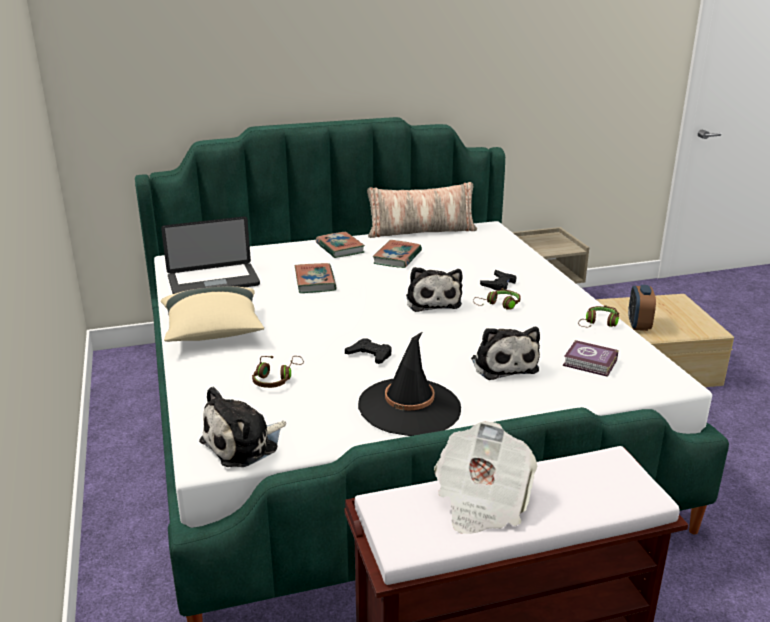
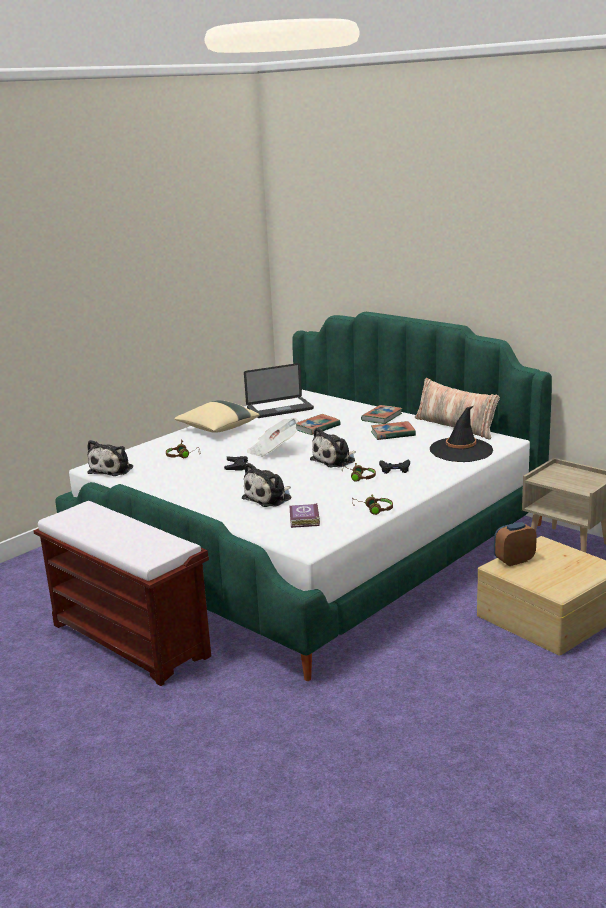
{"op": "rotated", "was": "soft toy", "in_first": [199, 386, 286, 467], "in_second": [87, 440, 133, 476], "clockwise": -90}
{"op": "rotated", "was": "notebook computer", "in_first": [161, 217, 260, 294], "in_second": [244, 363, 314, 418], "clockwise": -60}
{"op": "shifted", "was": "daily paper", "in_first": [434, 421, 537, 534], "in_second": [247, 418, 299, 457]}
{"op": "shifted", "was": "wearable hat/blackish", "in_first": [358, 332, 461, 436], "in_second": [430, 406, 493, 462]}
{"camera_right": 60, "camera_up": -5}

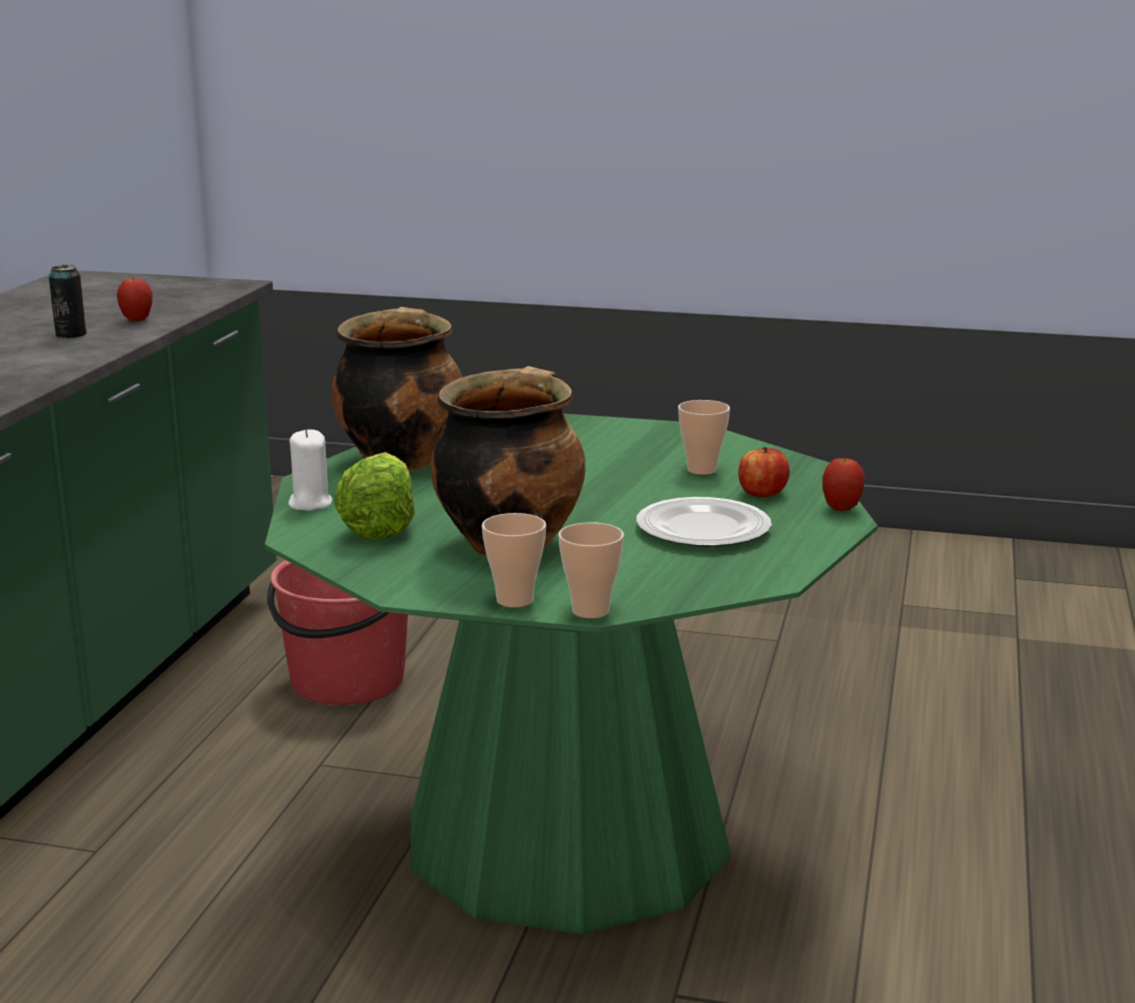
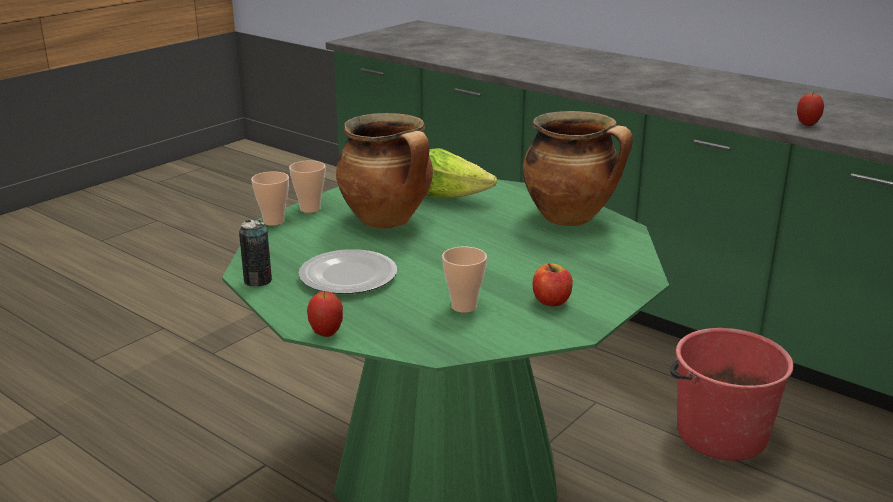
{"op": "shifted", "was": "metal can", "in_first": [49, 265, 87, 338], "in_second": [239, 220, 272, 286]}
{"op": "shifted", "was": "apple", "in_first": [738, 447, 790, 497], "in_second": [533, 263, 573, 306]}
{"op": "gone", "was": "candle/whitish", "in_first": [288, 429, 332, 511]}
{"camera_right": 115, "camera_up": 5}

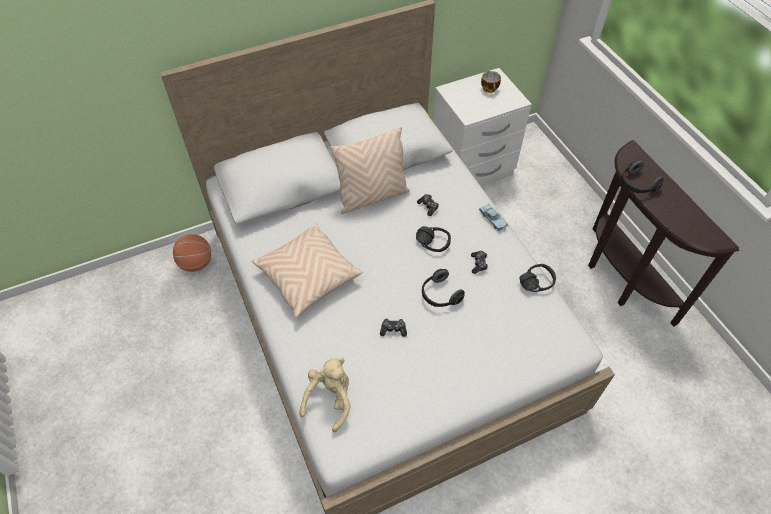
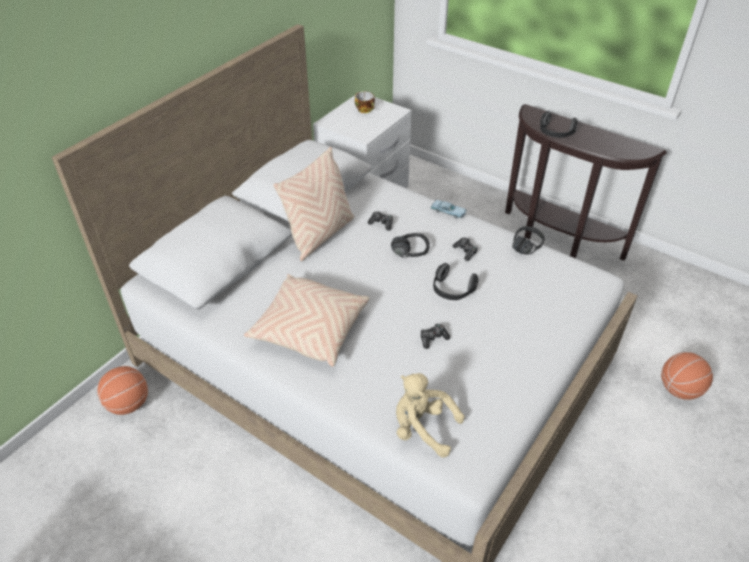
{"op": "rotated", "was": "soft toy/beige", "in_first": [299, 358, 351, 432], "in_second": [396, 373, 465, 458], "clockwise": -60}
{"op": "new", "now": "basketball ball", "in_second": [661, 352, 713, 400]}
{"camera_right": -30, "camera_up": -10}

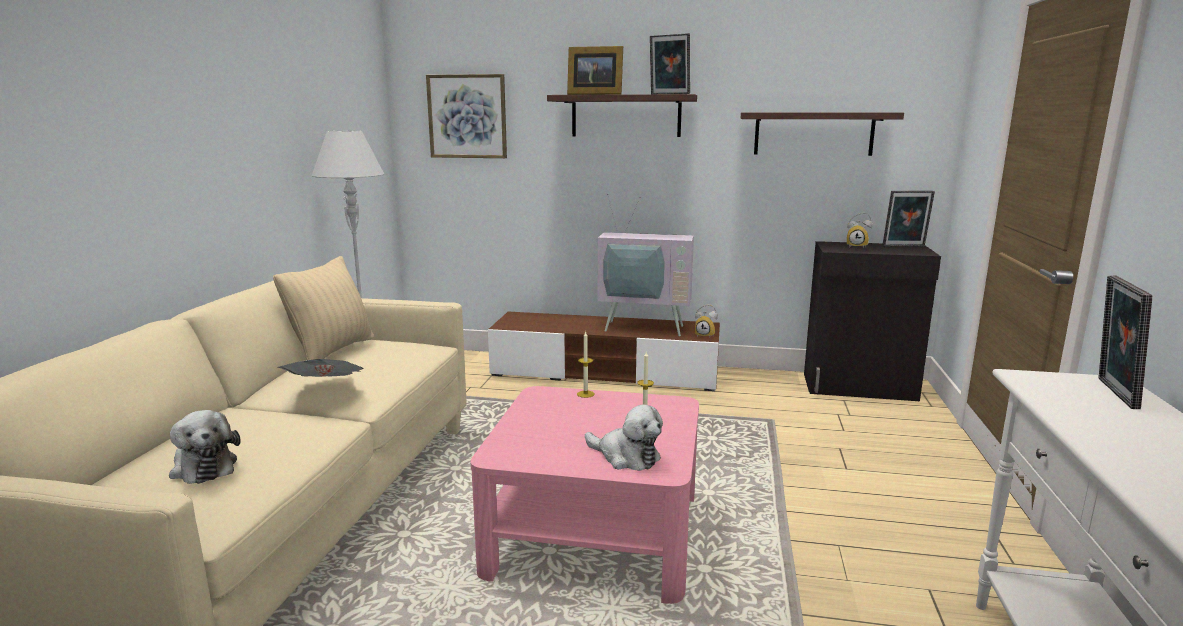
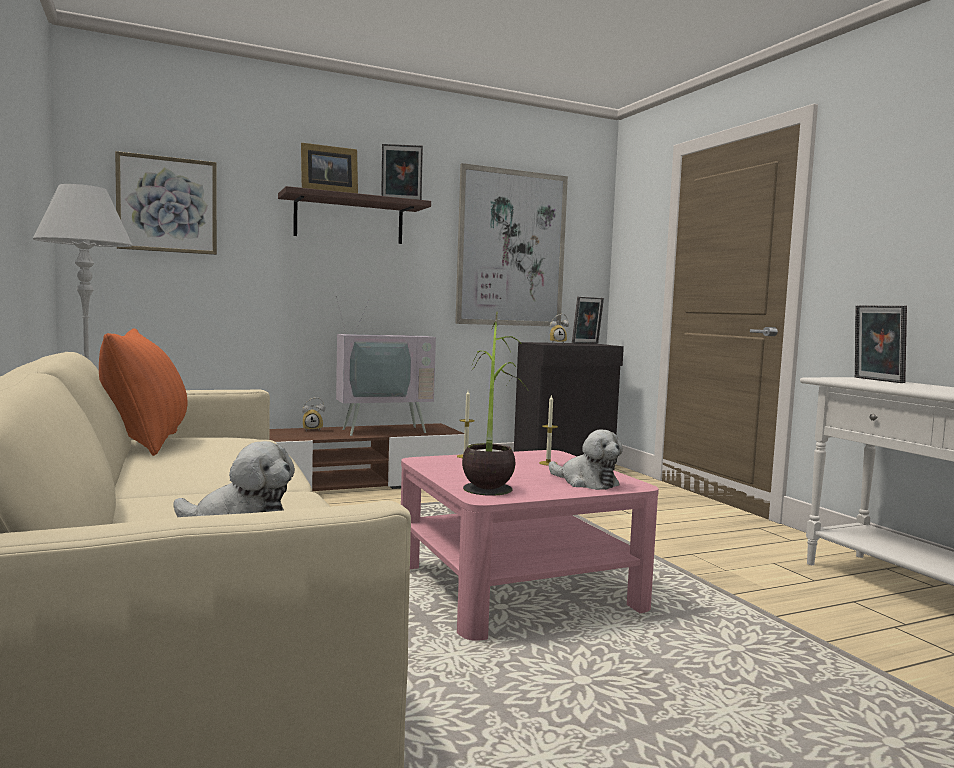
{"op": "repainted", "was": "throw pillow/beige", "now": "throw pillow/orange-coloured", "in_first": [273, 256, 374, 360], "in_second": [99, 329, 188, 456]}
{"op": "shifted", "was": "table clock", "in_first": [695, 304, 718, 337], "in_second": [302, 397, 325, 431]}
{"op": "swapped", "was": "wall shelf", "now": "wall picture", "in_first": [741, 112, 904, 156], "in_second": [455, 163, 568, 326]}
{"op": "new", "now": "potted plant", "in_second": [462, 312, 528, 496]}
{"op": "rotated", "was": "soft toy", "in_first": [585, 404, 663, 471], "in_second": [549, 430, 623, 490], "clockwise": 45}
{"op": "gone", "was": "daily paper", "in_first": [277, 359, 363, 377]}
{"camera_right": -35, "camera_up": -10}

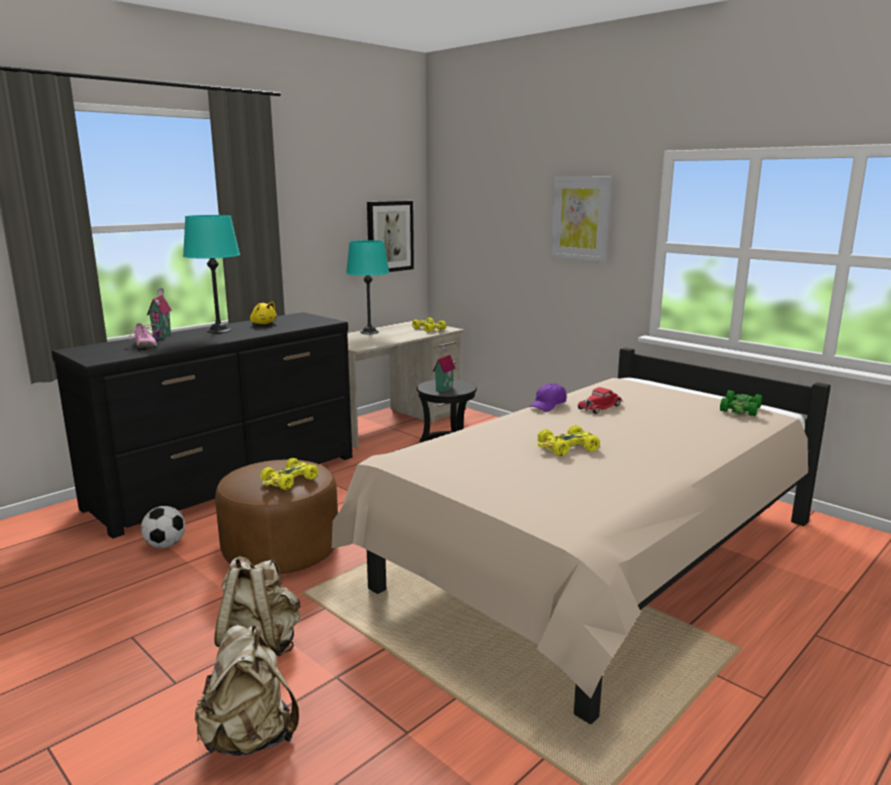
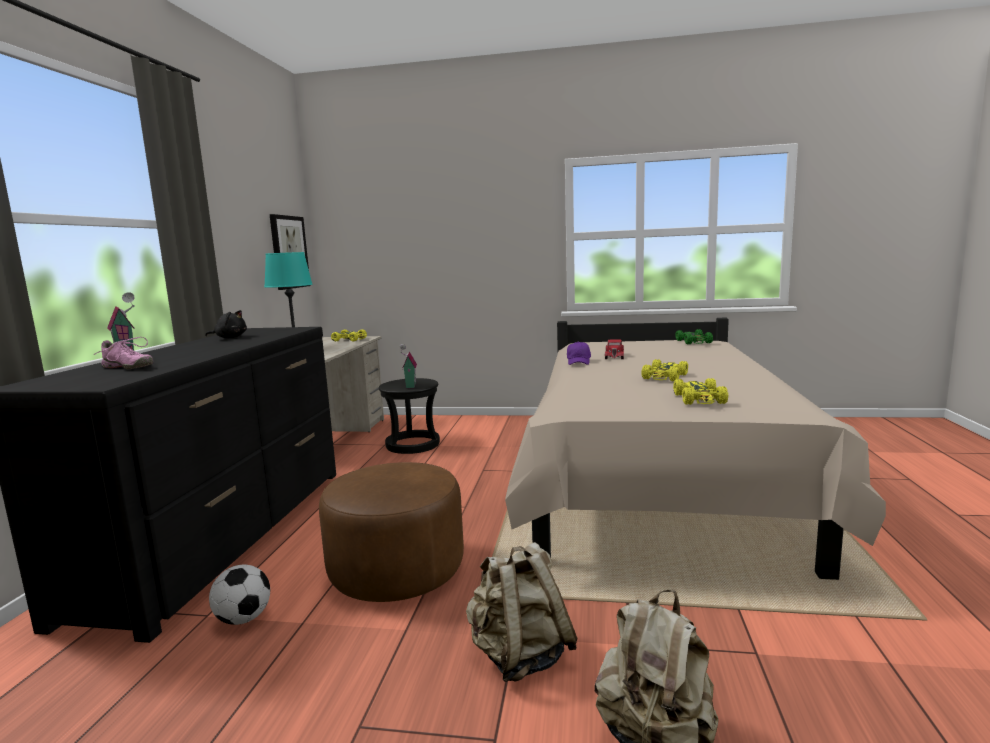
{"op": "repainted", "was": "soft toy/yellow-coloured", "now": "soft toy/blackish", "in_first": [250, 302, 277, 324], "in_second": [205, 310, 247, 338]}
{"op": "shifted", "was": "toy car/yellow-coloured", "in_first": [260, 458, 318, 490], "in_second": [673, 378, 728, 405]}
{"op": "gone", "was": "table lamp/blue-green", "in_first": [183, 215, 240, 333]}
{"op": "gone", "was": "wall picture", "in_first": [550, 176, 612, 262]}
{"camera_right": -35, "camera_up": -5}

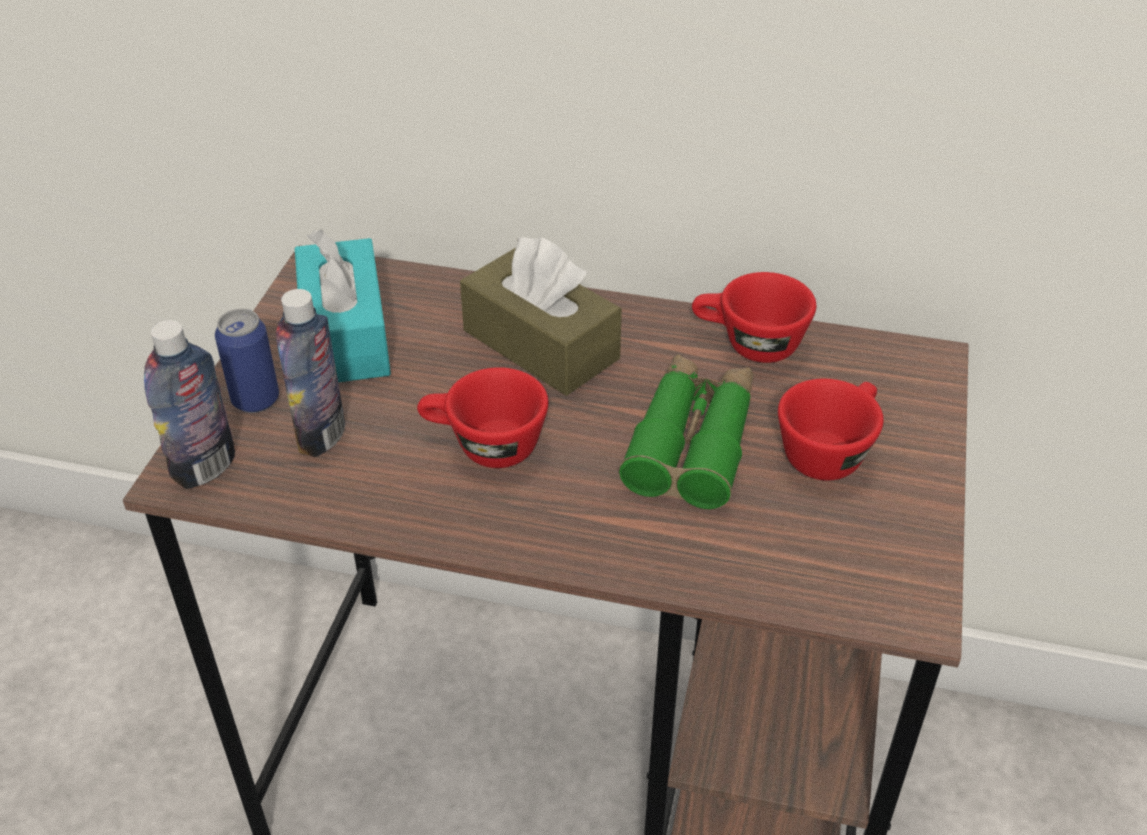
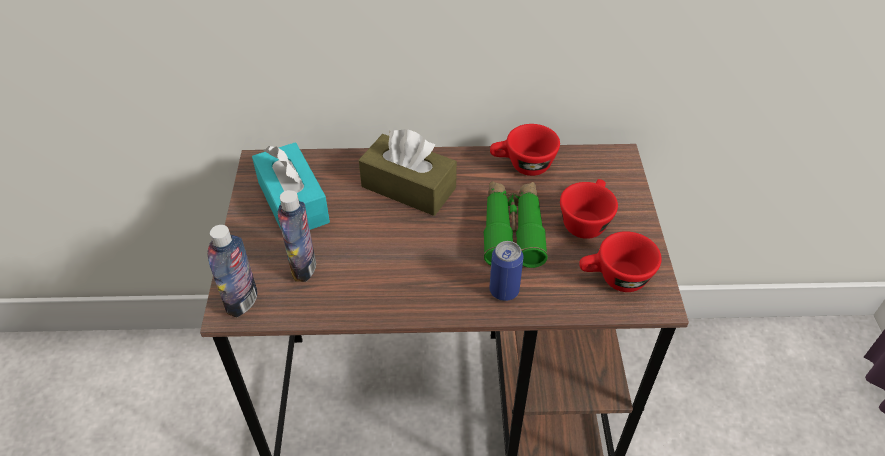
{"op": "shifted", "was": "metal can", "in_first": [215, 309, 279, 413], "in_second": [489, 241, 524, 301]}
{"op": "shifted", "was": "small cup/red-coloured", "in_first": [417, 367, 549, 468], "in_second": [579, 231, 661, 292]}
{"camera_right": -15, "camera_up": 5}

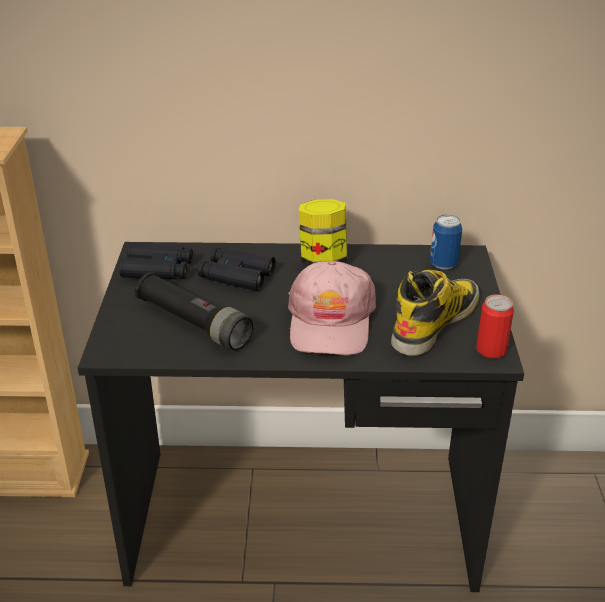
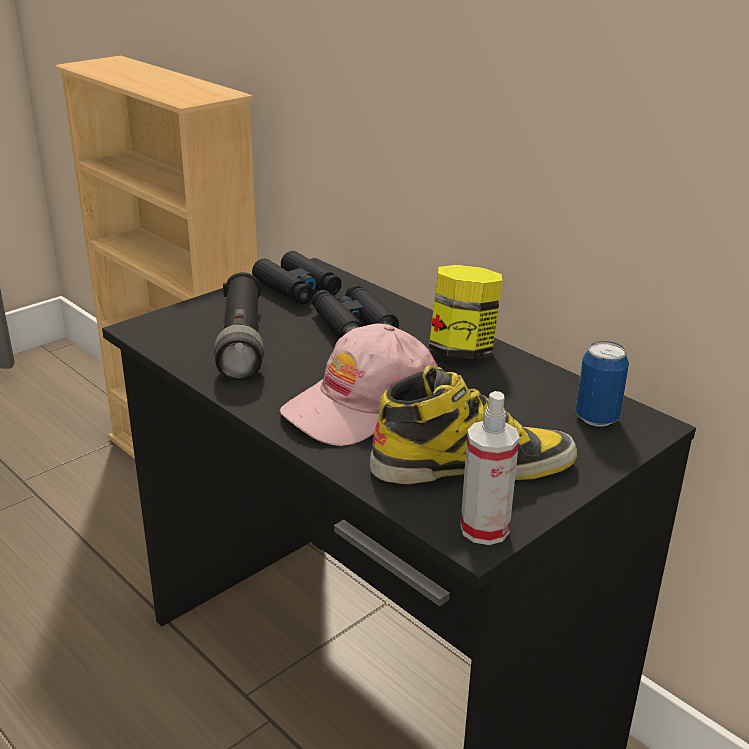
{"op": "swapped", "was": "metal can", "now": "sprayer", "in_first": [476, 294, 514, 358], "in_second": [460, 391, 519, 545]}
{"camera_right": 45, "camera_up": -5}

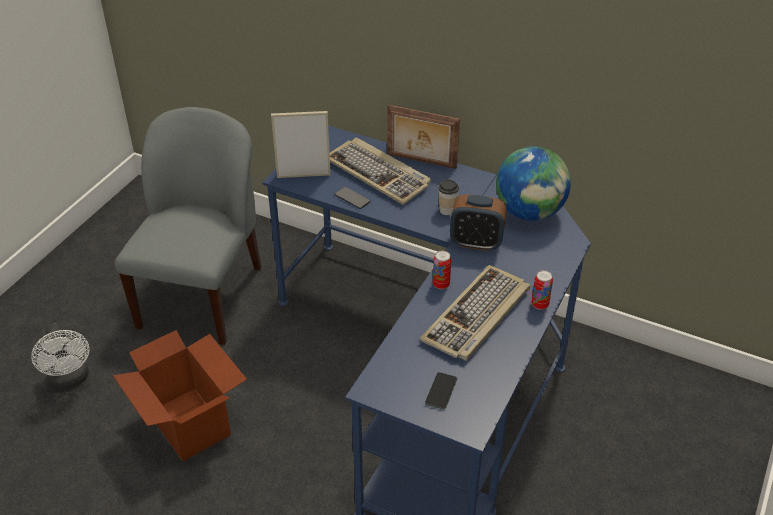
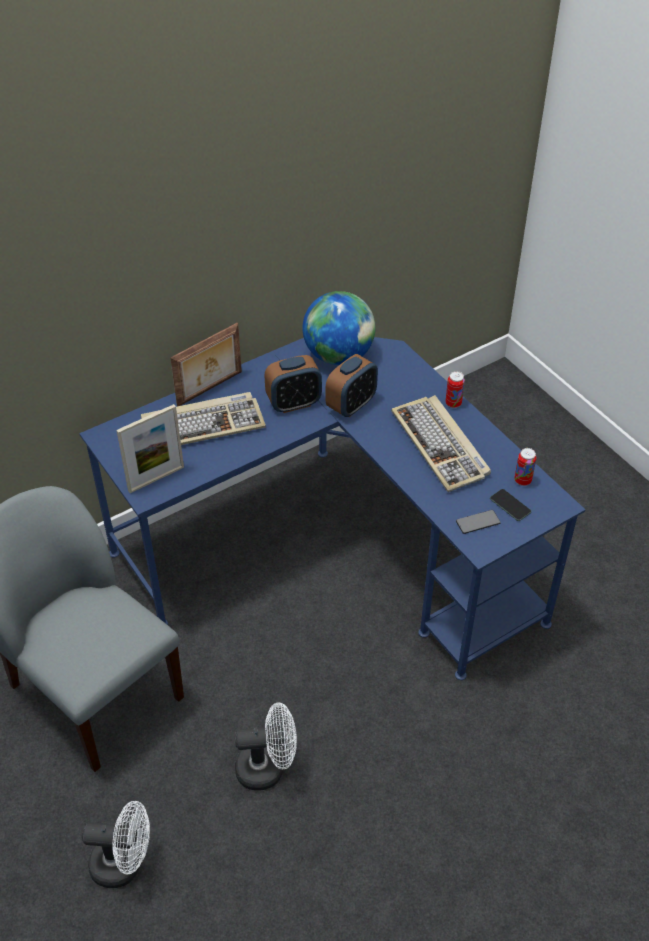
{"op": "rotated", "was": "picture frame", "in_first": [271, 111, 331, 178], "in_second": [116, 404, 184, 493], "clockwise": -150}
{"op": "swapped", "was": "carton", "now": "electric fan/whitish", "in_first": [113, 330, 247, 461], "in_second": [235, 702, 297, 790]}
{"op": "swapped", "was": "small cup", "now": "table clock", "in_first": [438, 180, 459, 215], "in_second": [265, 355, 322, 413]}
{"op": "shifted", "was": "telephone", "in_first": [334, 187, 371, 209], "in_second": [456, 510, 501, 534]}
{"op": "shifted", "was": "metal can", "in_first": [433, 251, 451, 289], "in_second": [514, 448, 536, 486]}
{"camera_right": -60, "camera_up": 5}

